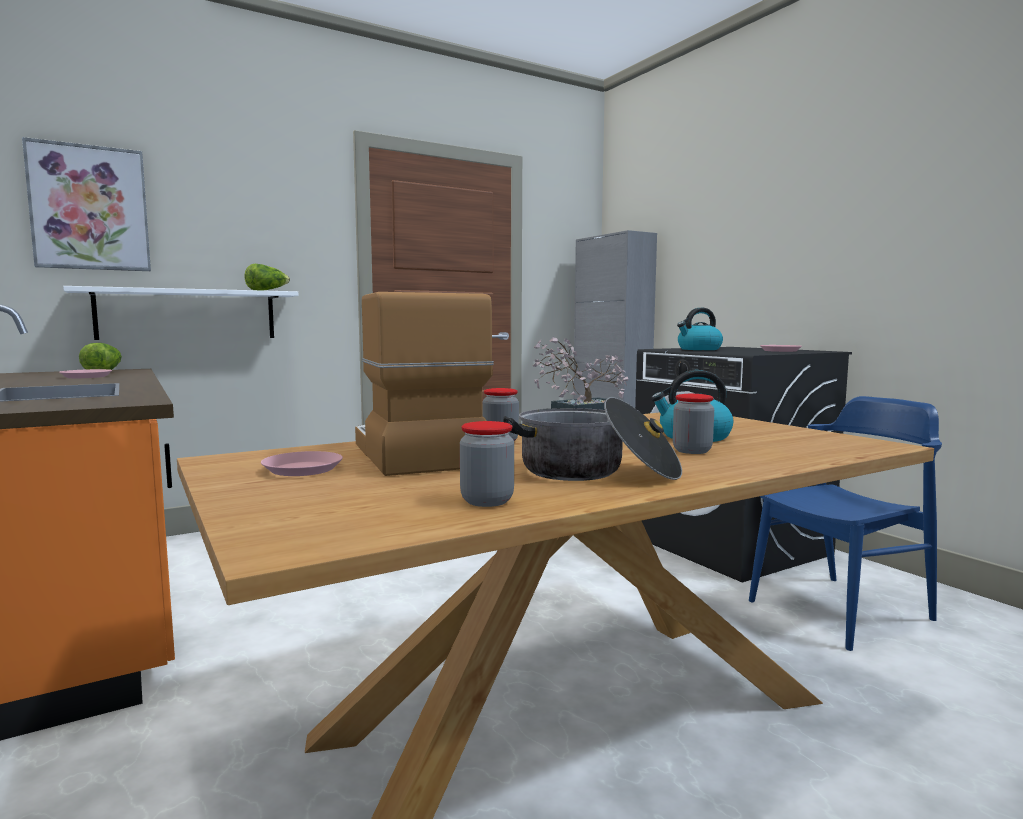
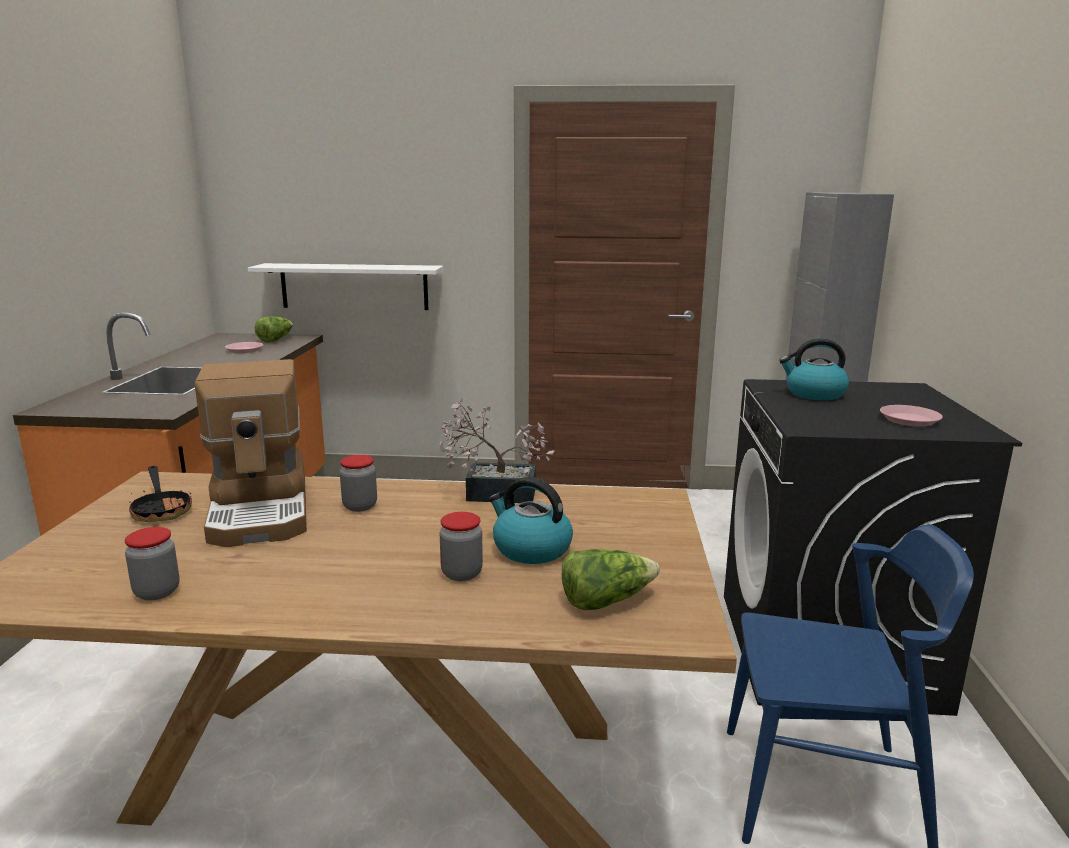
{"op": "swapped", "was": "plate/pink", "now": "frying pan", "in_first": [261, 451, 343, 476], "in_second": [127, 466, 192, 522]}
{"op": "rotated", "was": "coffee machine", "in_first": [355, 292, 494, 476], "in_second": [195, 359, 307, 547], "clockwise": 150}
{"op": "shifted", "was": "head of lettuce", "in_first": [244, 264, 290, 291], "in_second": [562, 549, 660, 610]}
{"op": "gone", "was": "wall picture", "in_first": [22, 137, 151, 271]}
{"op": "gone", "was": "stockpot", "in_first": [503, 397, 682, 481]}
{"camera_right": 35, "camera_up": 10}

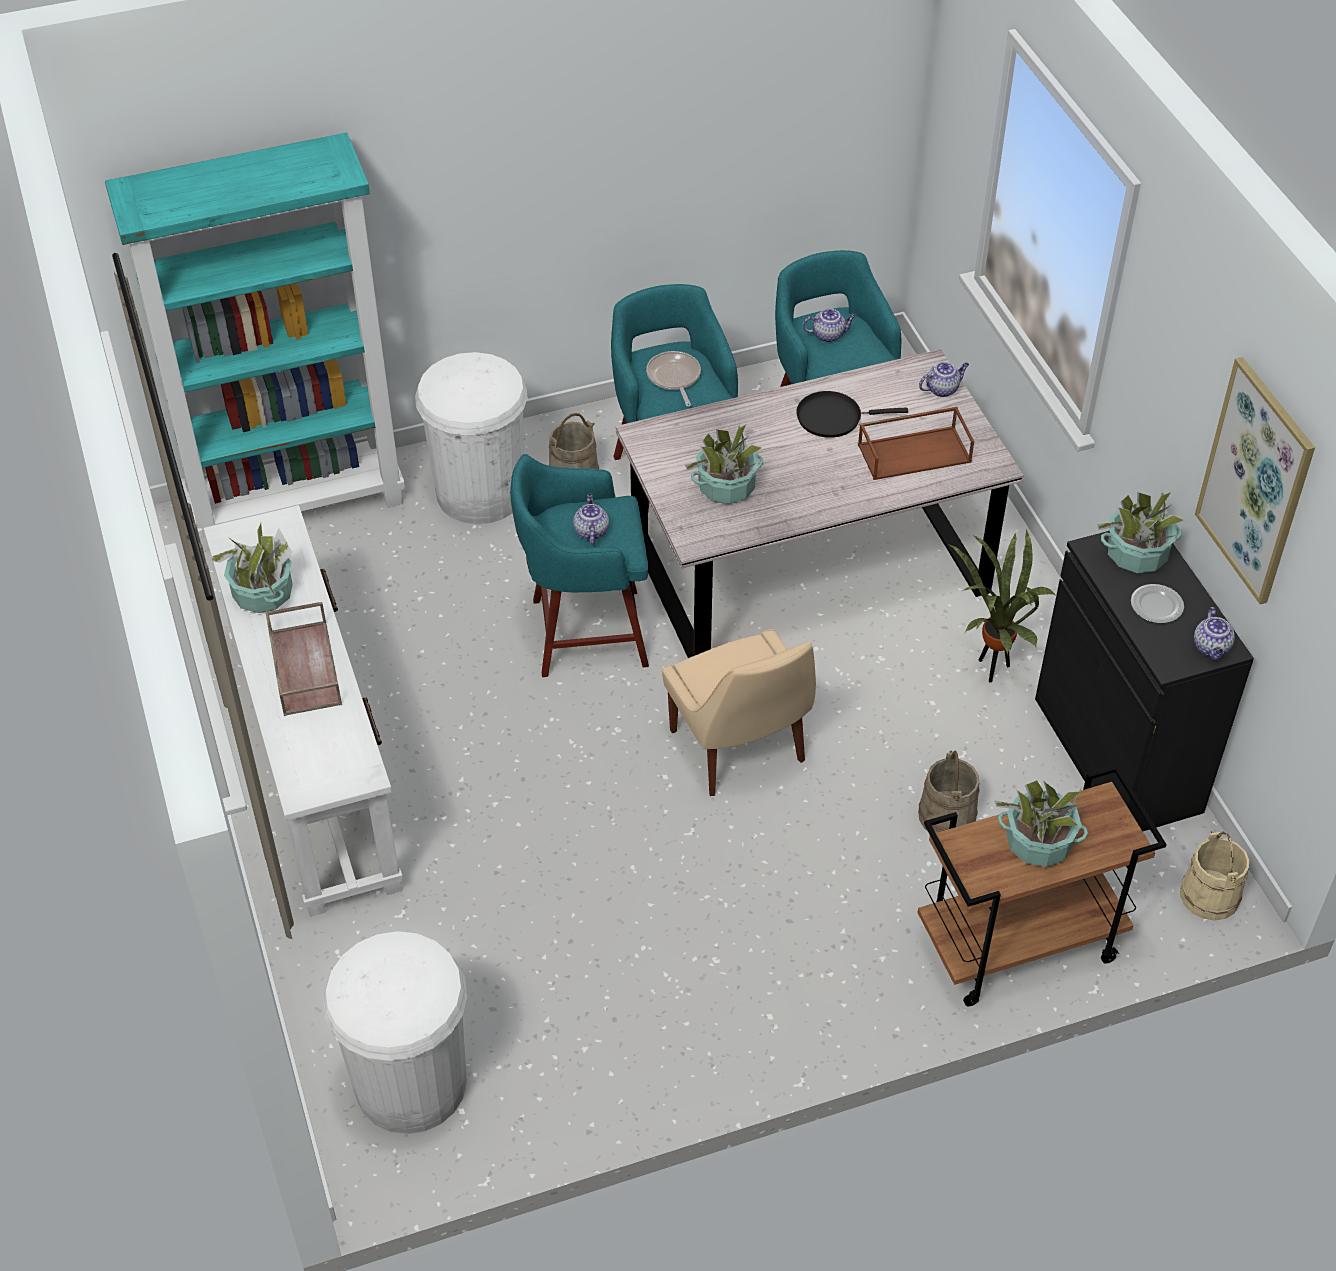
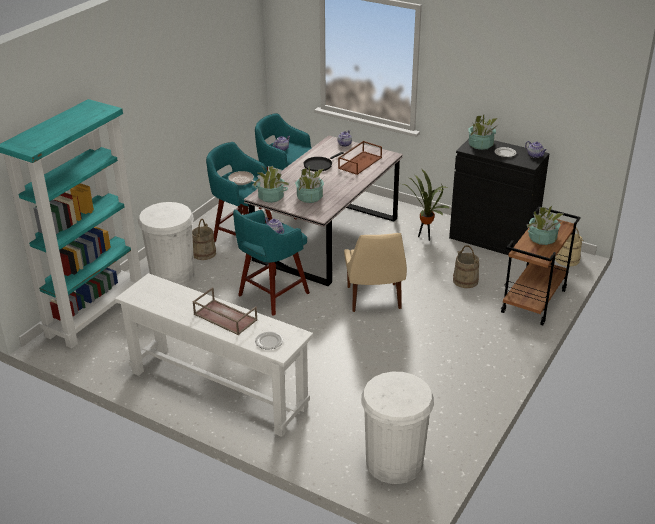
{"op": "shifted", "was": "potted plant", "in_first": [206, 523, 293, 613], "in_second": [252, 166, 289, 203]}
{"op": "new", "now": "plate", "in_second": [255, 332, 283, 349]}
{"op": "rotated", "was": "chair/beige", "in_first": [662, 629, 816, 796], "in_second": [344, 233, 407, 312], "clockwise": 60}
{"op": "gone", "was": "wall picture", "in_first": [1195, 357, 1315, 604]}
{"camera_right": -40, "camera_up": -15}

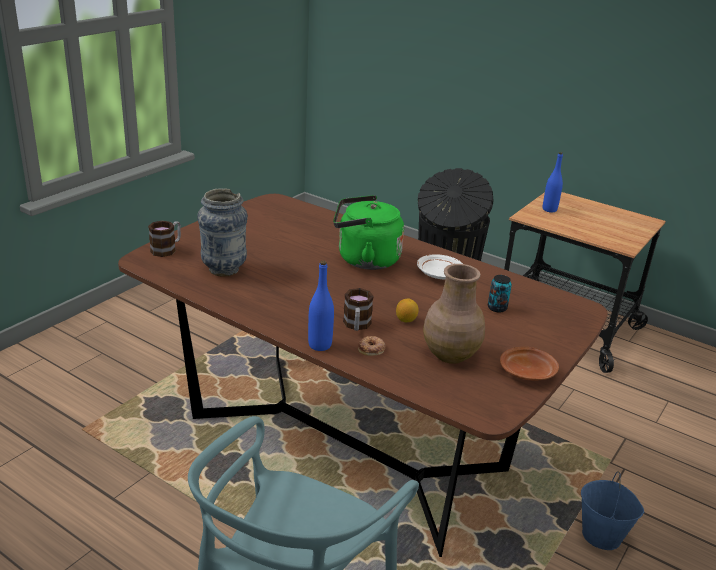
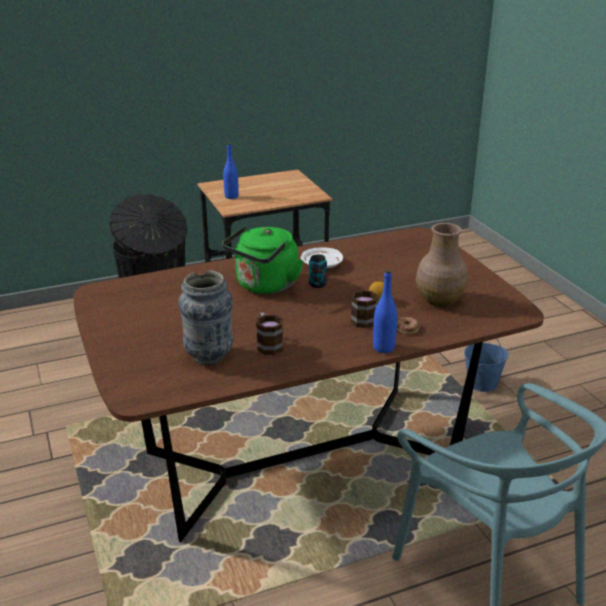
{"op": "shifted", "was": "mug", "in_first": [148, 221, 181, 257], "in_second": [256, 312, 283, 355]}
{"op": "shifted", "was": "metal can", "in_first": [488, 275, 512, 313], "in_second": [309, 254, 327, 288]}
{"op": "gone", "was": "plate/brown", "in_first": [500, 347, 559, 381]}
{"camera_right": -55, "camera_up": 0}

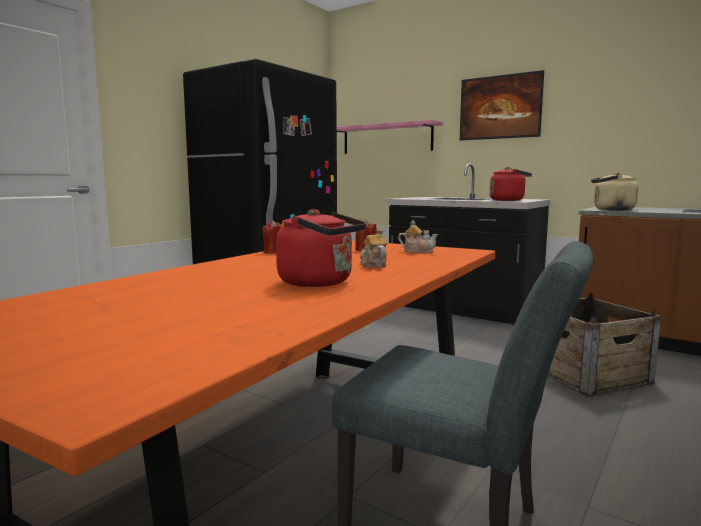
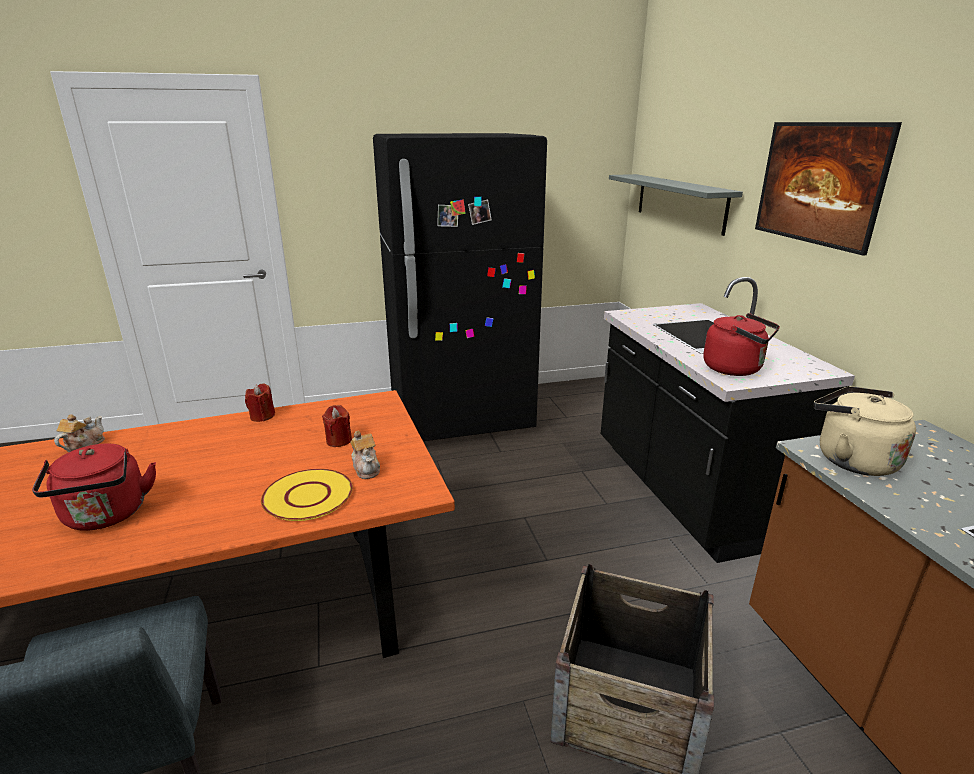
{"op": "shifted", "was": "pot for tea", "in_first": [360, 228, 388, 268], "in_second": [54, 414, 105, 452]}
{"op": "new", "now": "plate/yellow-coloured", "in_second": [261, 469, 353, 521]}
{"op": "repainted", "was": "wall shelf/pink", "now": "wall shelf/gray", "in_first": [337, 120, 443, 154], "in_second": [609, 174, 743, 236]}
{"camera_right": 40, "camera_up": 15}

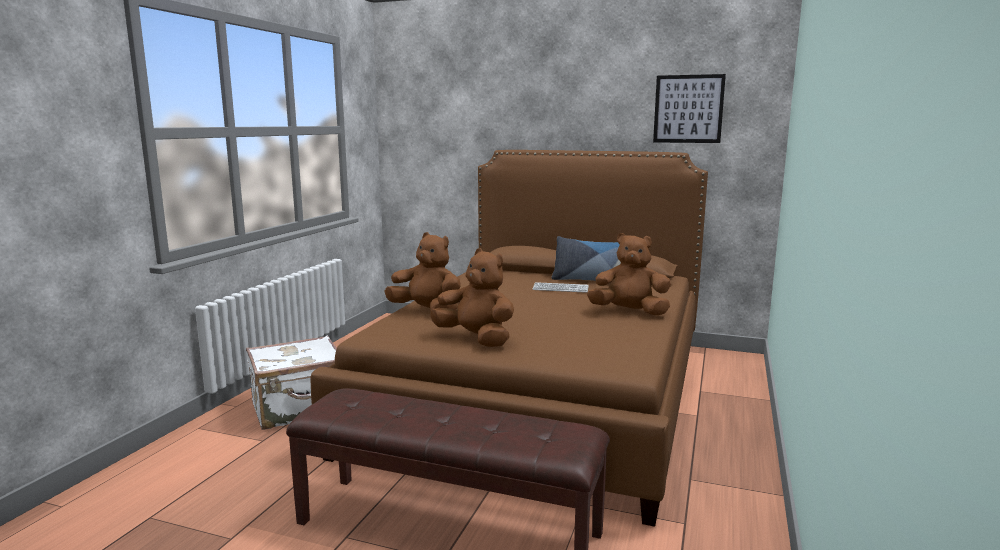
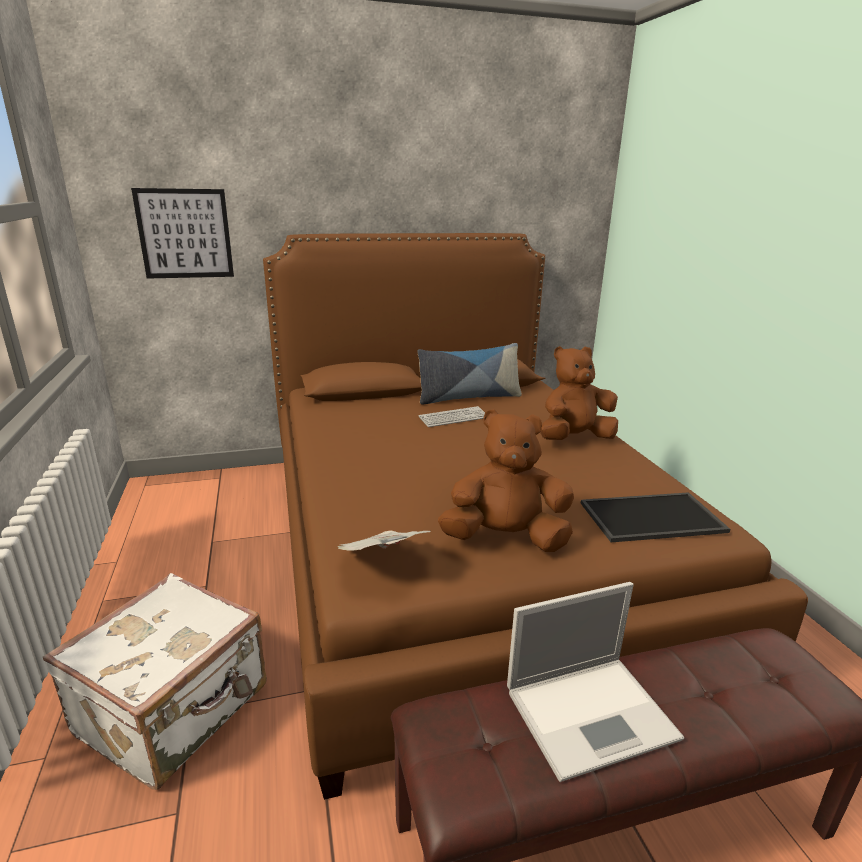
{"op": "shifted", "was": "wall picture", "in_first": [653, 74, 726, 143], "in_second": [131, 188, 234, 279]}
{"op": "new", "now": "daily paper", "in_second": [337, 530, 430, 551]}
{"op": "new", "now": "notebook computer", "in_second": [507, 582, 684, 782]}
{"op": "new", "now": "carrying tray", "in_second": [581, 492, 731, 542]}
{"op": "gone", "was": "soft toy/brown", "in_first": [384, 232, 461, 312]}
{"camera_right": -35, "camera_up": 10}

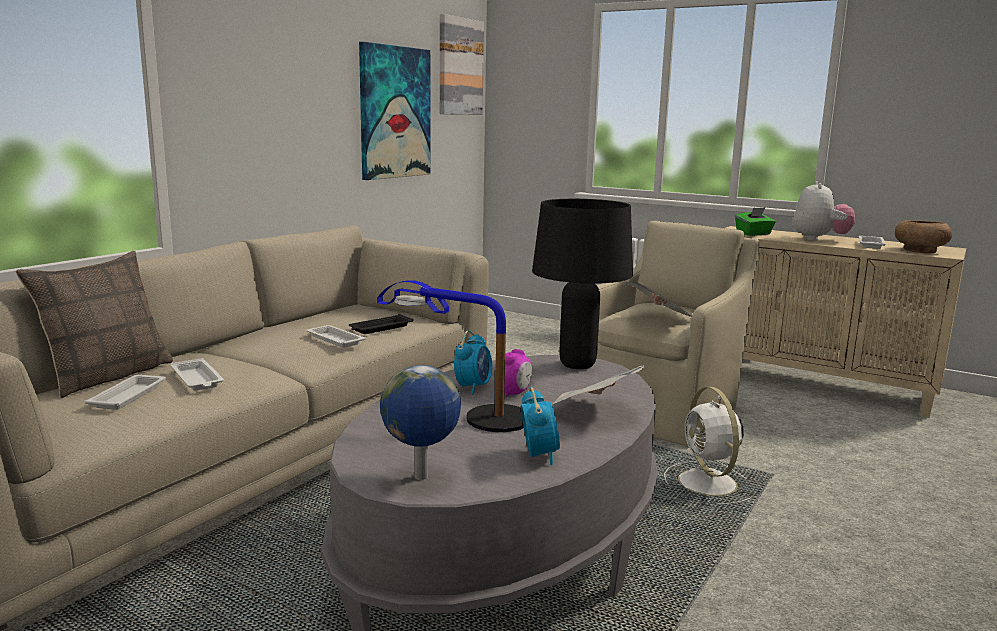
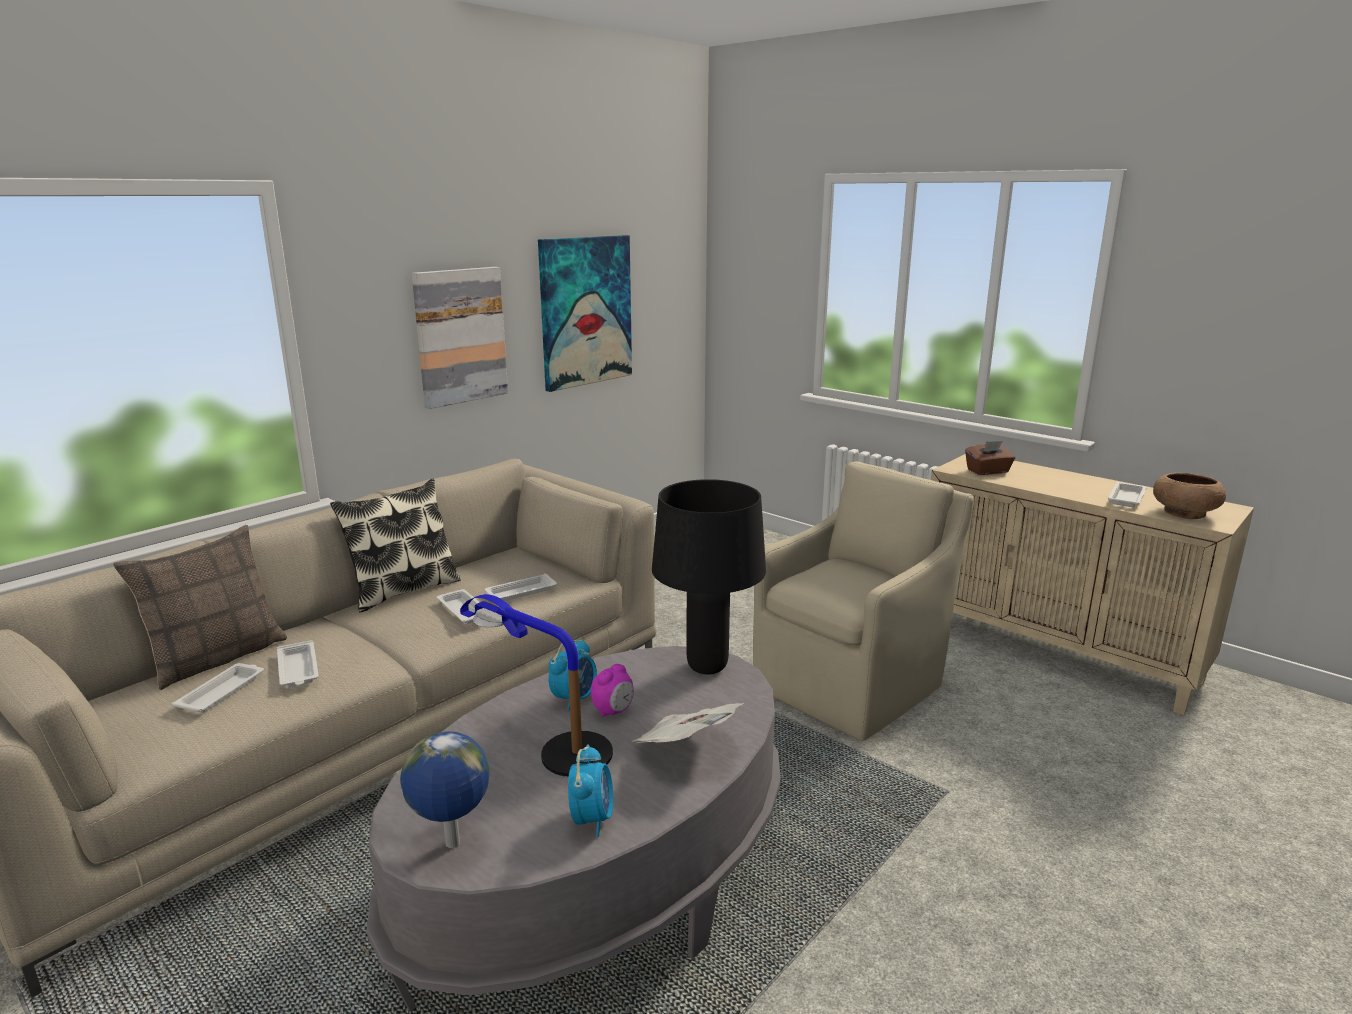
{"op": "new", "now": "throw pillow", "in_second": [330, 479, 461, 612]}
{"op": "shifted", "was": "wall picture", "in_first": [440, 14, 484, 115], "in_second": [412, 267, 508, 409]}
{"op": "repainted", "was": "carrying tray/blackish", "now": "carrying tray/whitish", "in_first": [349, 314, 414, 334], "in_second": [485, 573, 557, 601]}
{"op": "repainted", "was": "box of tissues/green", "now": "box of tissues/brown", "in_first": [735, 207, 776, 236], "in_second": [965, 441, 1015, 475]}
{"op": "gone", "was": "daily paper", "in_first": [626, 281, 692, 317]}
{"op": "gone", "was": "electric fan/whitish", "in_first": [664, 387, 752, 504]}
{"op": "gone", "was": "soft toy", "in_first": [793, 181, 855, 241]}
{"camera_right": 10, "camera_up": 5}

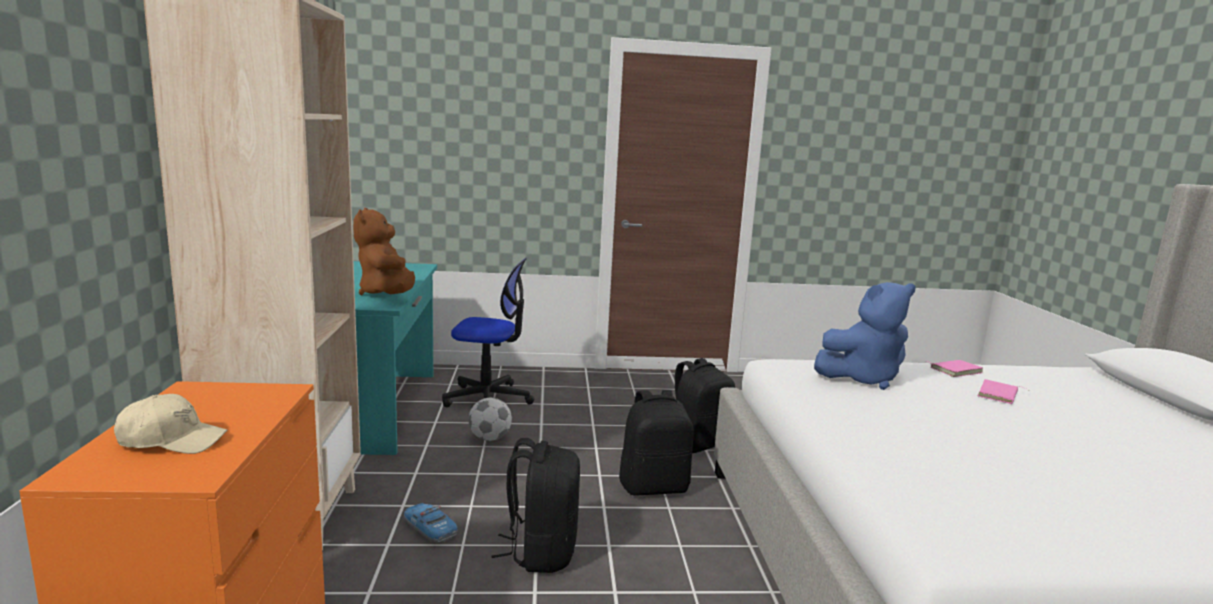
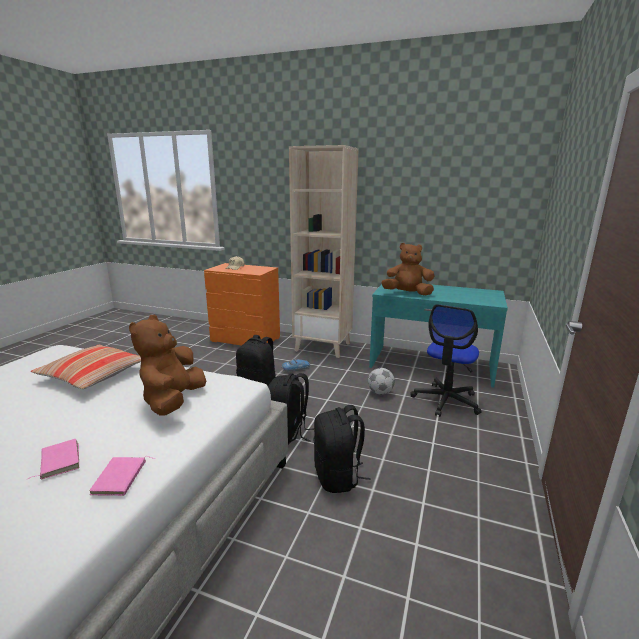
{"op": "new", "now": "throw pillow", "in_second": [31, 345, 141, 389]}
{"op": "repainted", "was": "soft toy/blue", "now": "soft toy/brown", "in_first": [814, 282, 916, 390], "in_second": [129, 315, 206, 416]}
{"camera_right": 115, "camera_up": 5}

